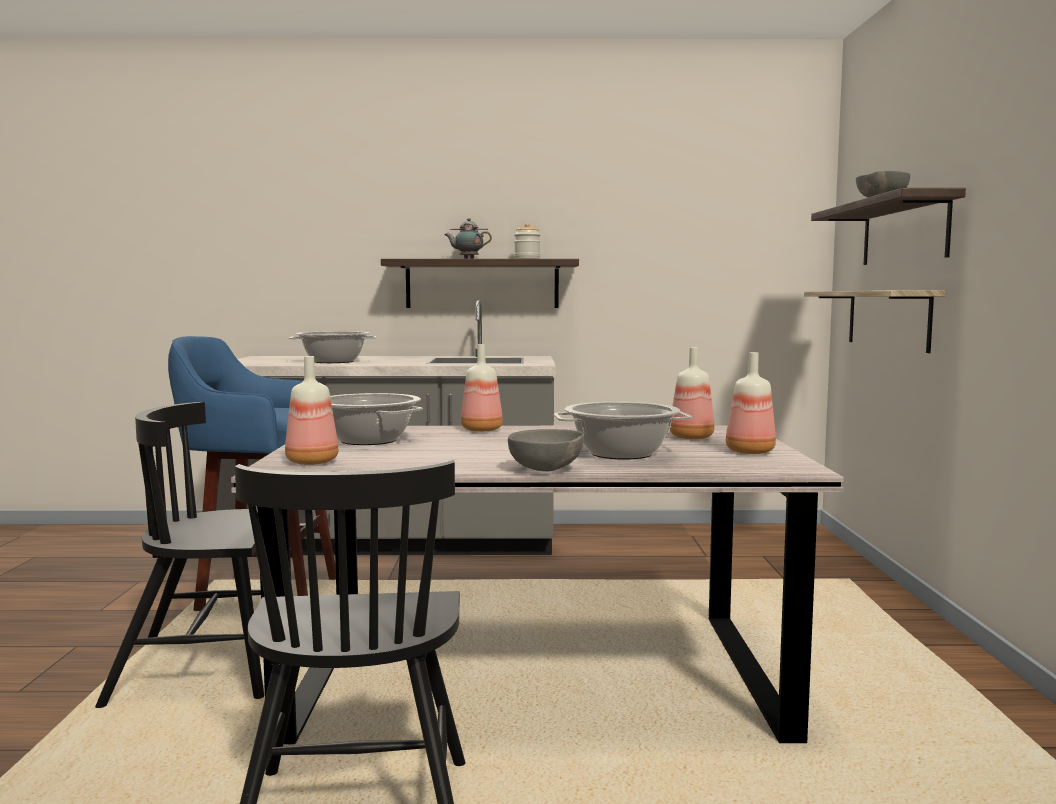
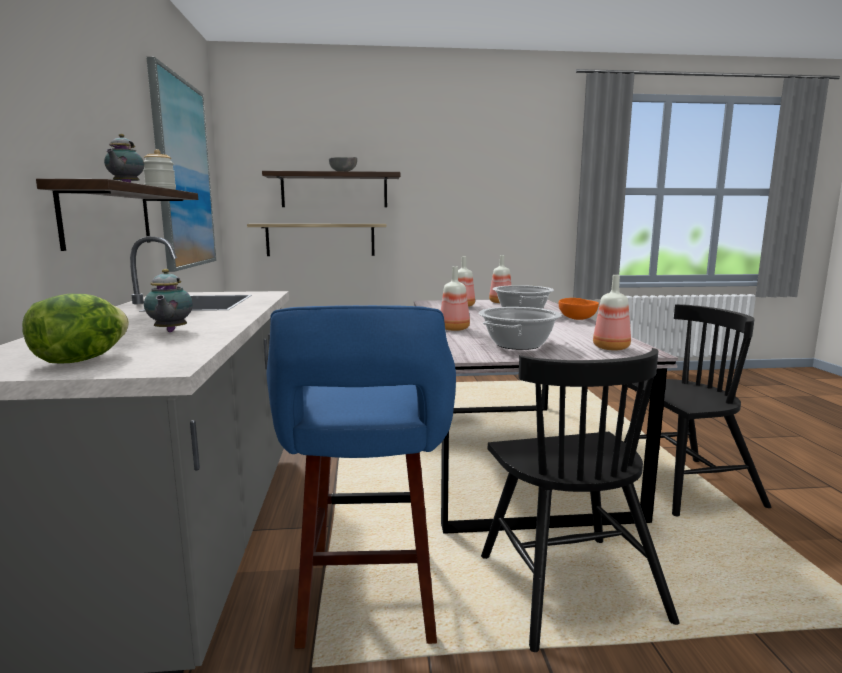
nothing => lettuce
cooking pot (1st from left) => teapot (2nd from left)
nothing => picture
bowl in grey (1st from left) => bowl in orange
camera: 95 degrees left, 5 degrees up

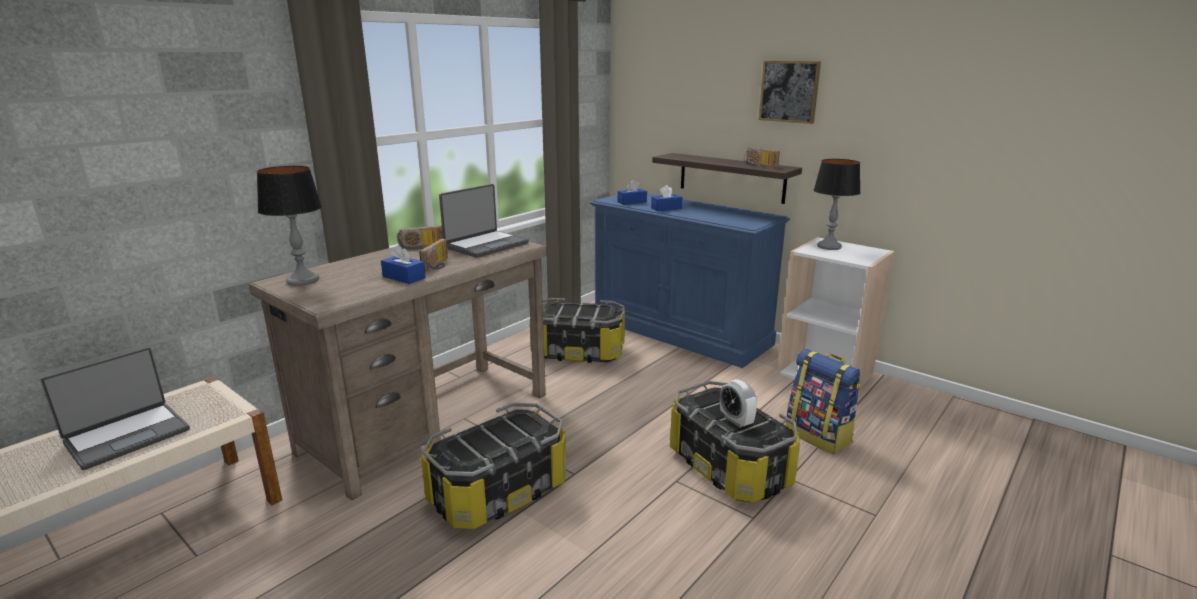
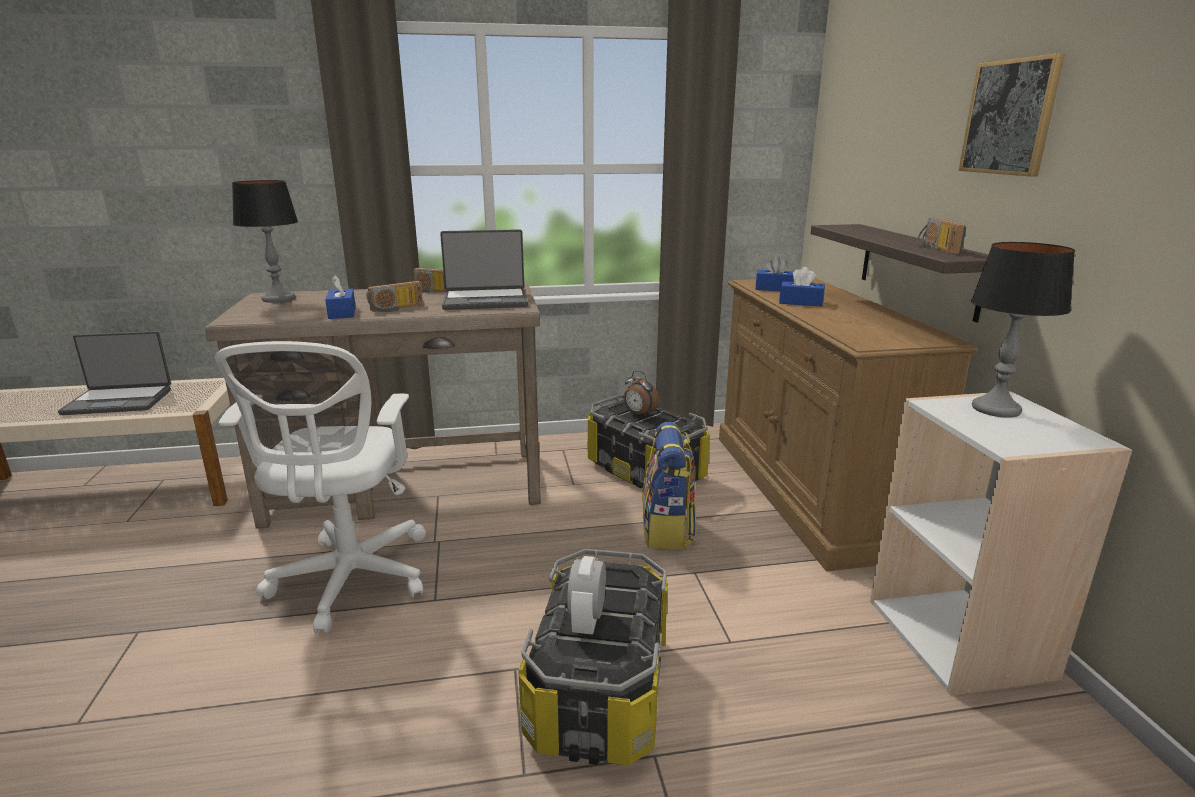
storage box (1st from left) => office chair in white
nothing => alarm clock (2nd from left)
backpack, moved
cabinet in blue => cabinet in brown
camera: 40 degrees right, 0 degrees up

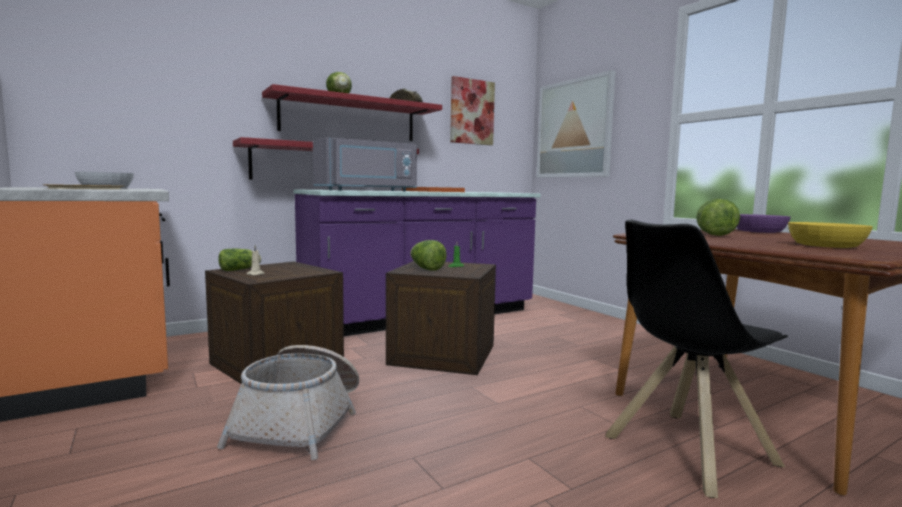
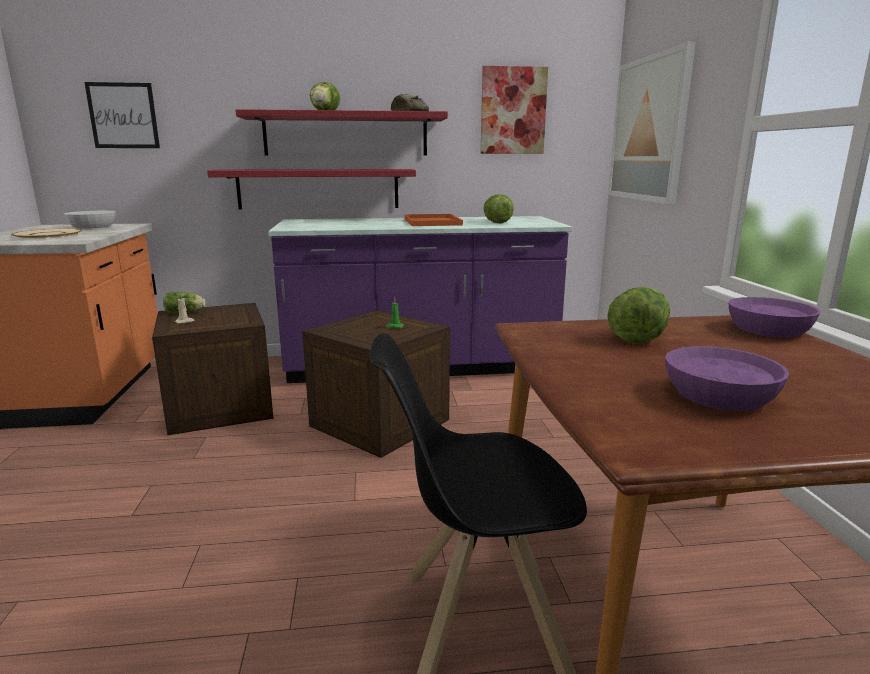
nothing => picture (1st from left)
lettuce (3rd from left), moved
bowl in yellow => bowl in purple (1st from left)
basket => nothing
microwave in grey => nothing
camera: 25 degrees right, 10 degrees up

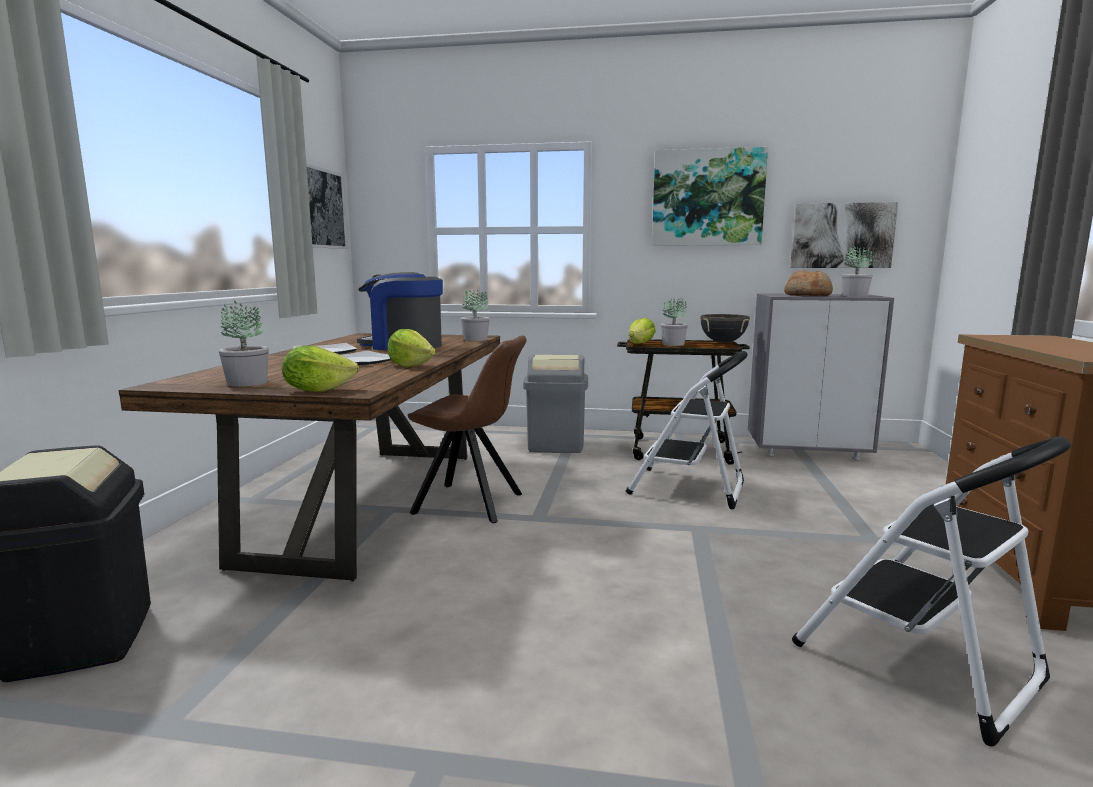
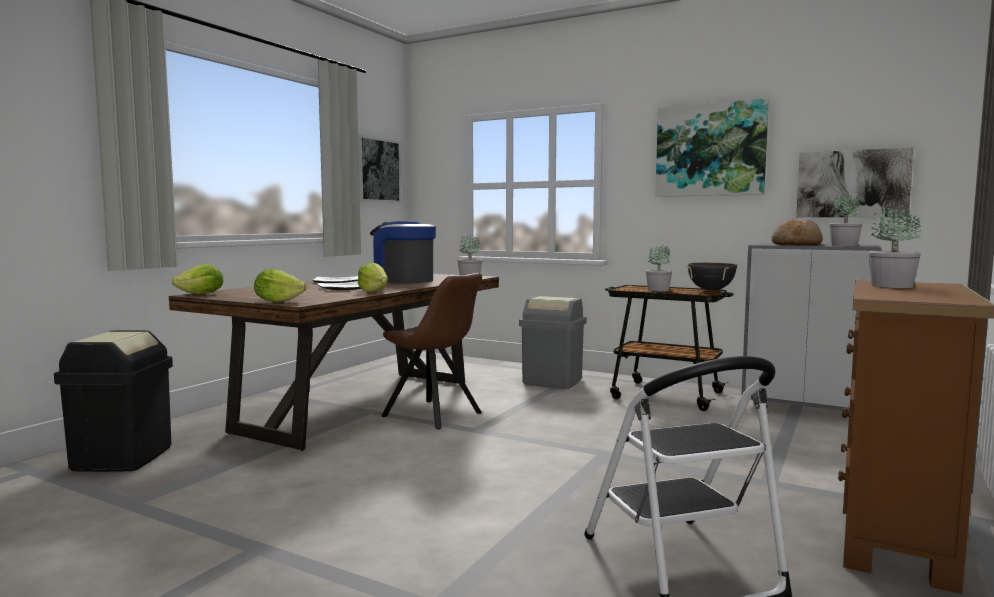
lettuce (3rd from left in the first image) => lettuce (1st from left), moved
potted plant (1st from left in the first image) => potted plant (4th from left), moved
step ladder (1st from left) => nothing
camera: 20 degrees right, 5 degrees down

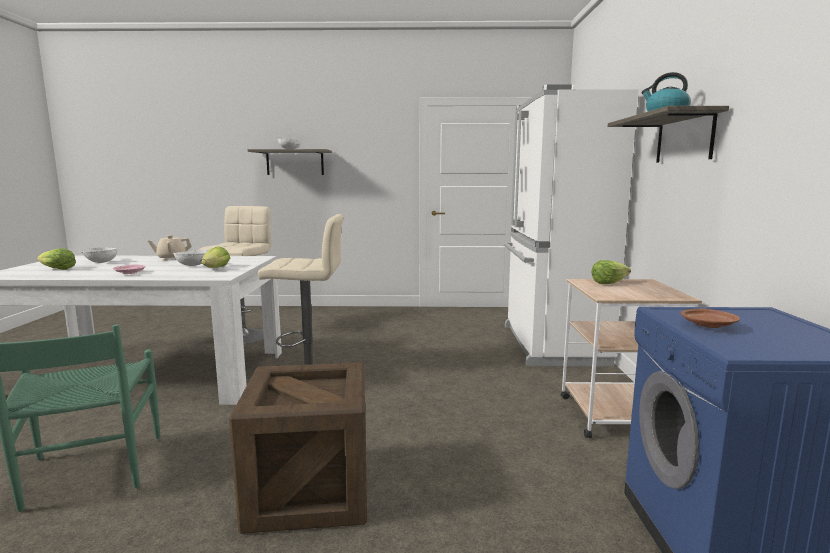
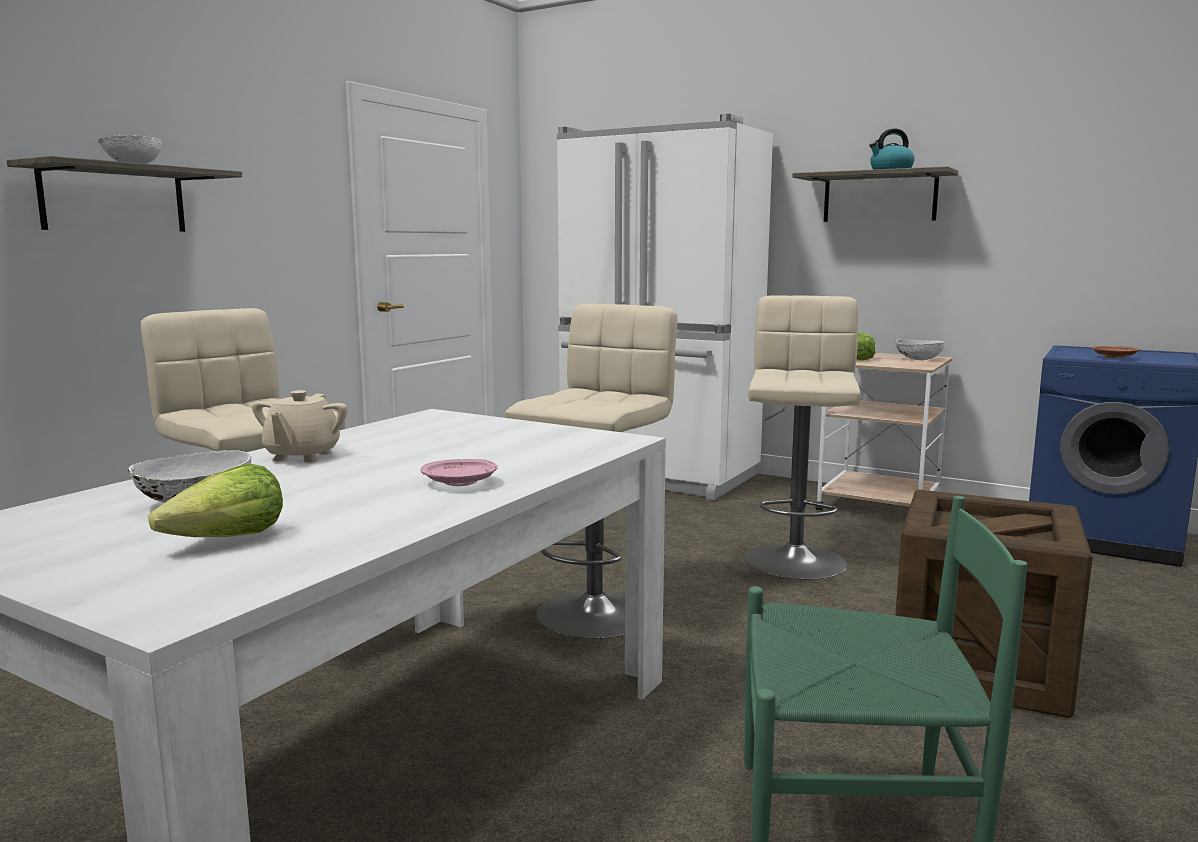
nothing => stool in beige (3rd from left)
bowl in white (2nd from left in the first image) => bowl in white (3rd from left), moved
lettuce (2nd from left) => nothing
camera: 60 degrees left, 0 degrees up

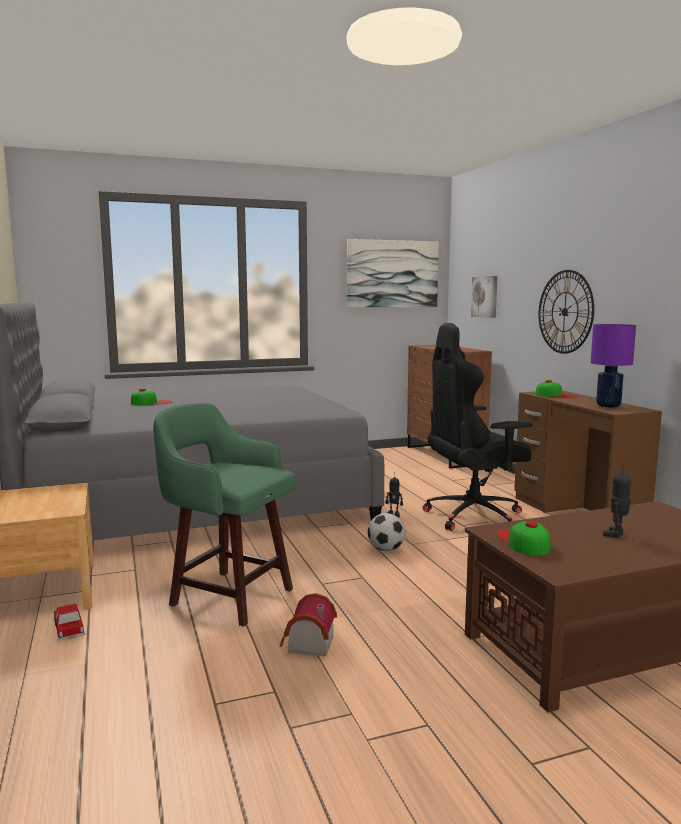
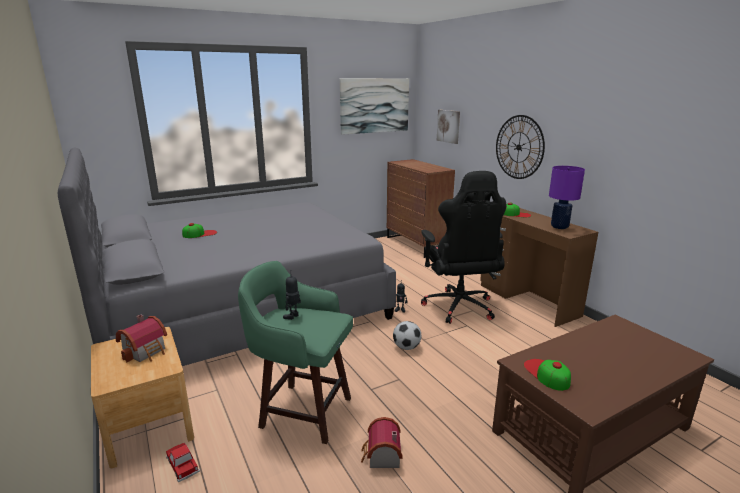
nothing => toy house (1st from left)
toy robot (2nd from left in the first image) => toy robot (1st from left), moved
office chair in black, 75 degrees counterclockwise
camera: 10 degrees left, 10 degrees up

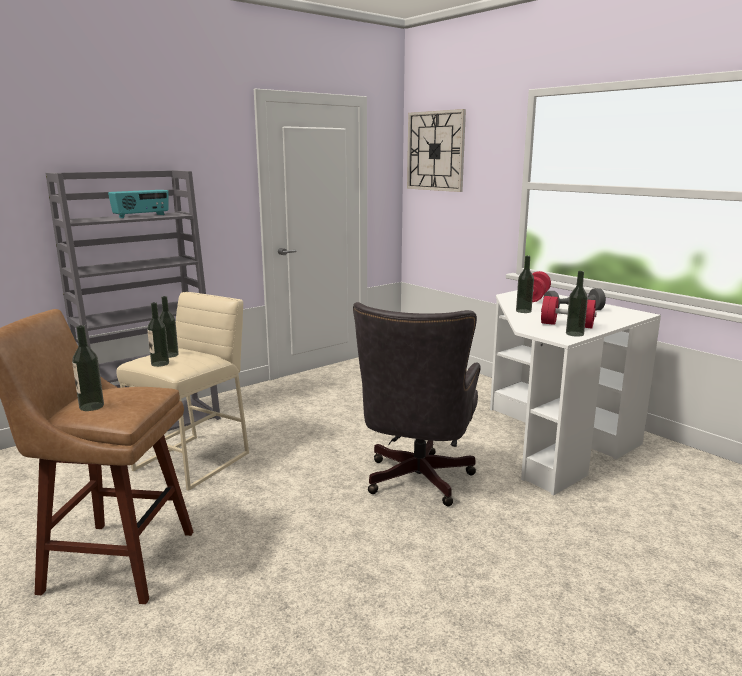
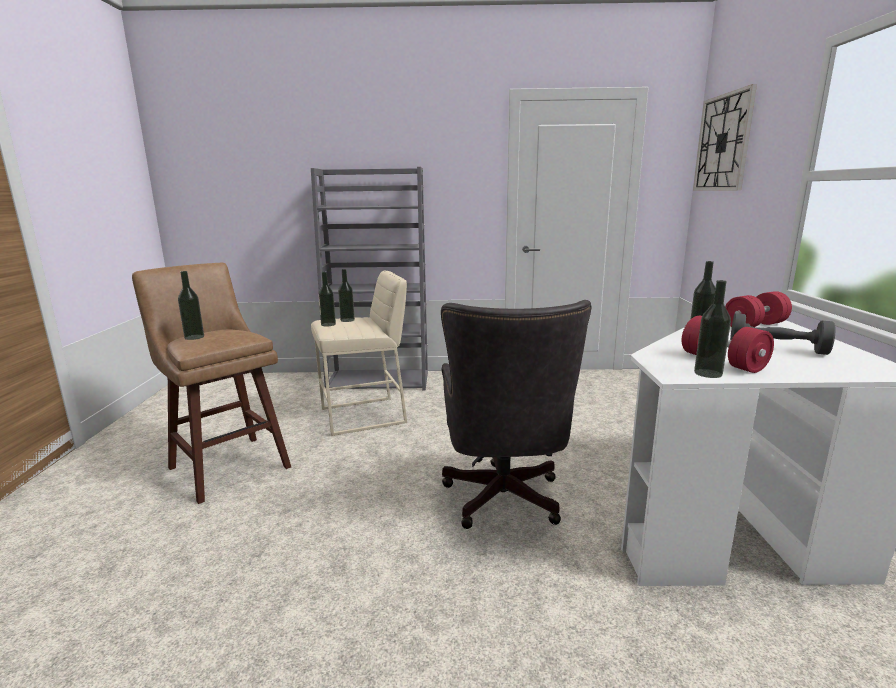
office chair in grey, 60 degrees counterclockwise
radio => nothing
camera: 40 degrees right, 0 degrees up

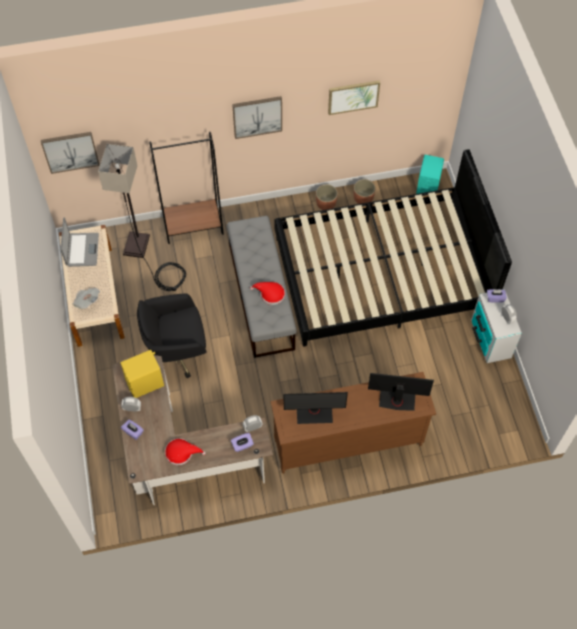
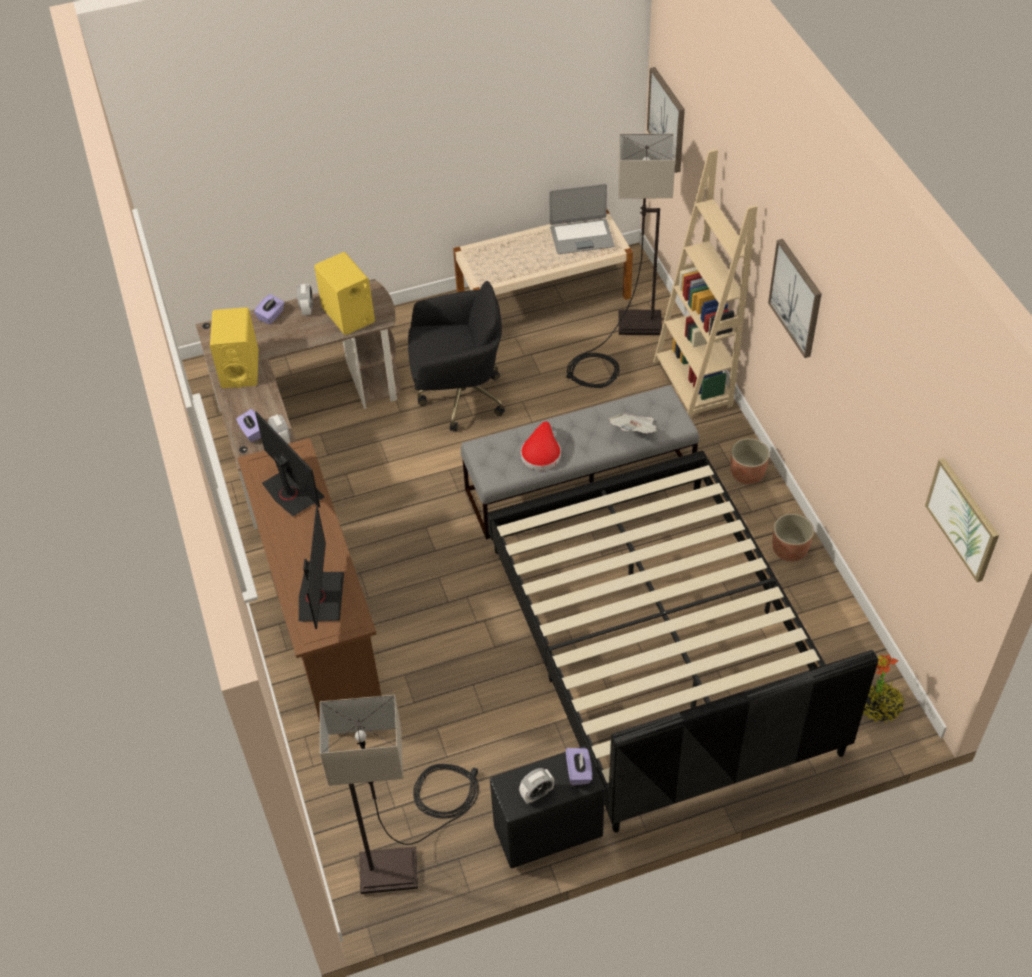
hat in red (1st from left) => speaker in yellow (1st from left)
monitor (1st from left), 150 degrees clockwise
nothing => floor lamp (1st from left)
office chair in black, 105 degrees clockwise
nightstand in white => nightstand in black
newspaper, moved
clothes rack => bookcase in beige
planter (2nd from left in the first image) => planter (1st from left), moved
speaker in turquoise => potted plant
picture (3rd from left), moved
camera: 85 degrees right, 10 degrees down

